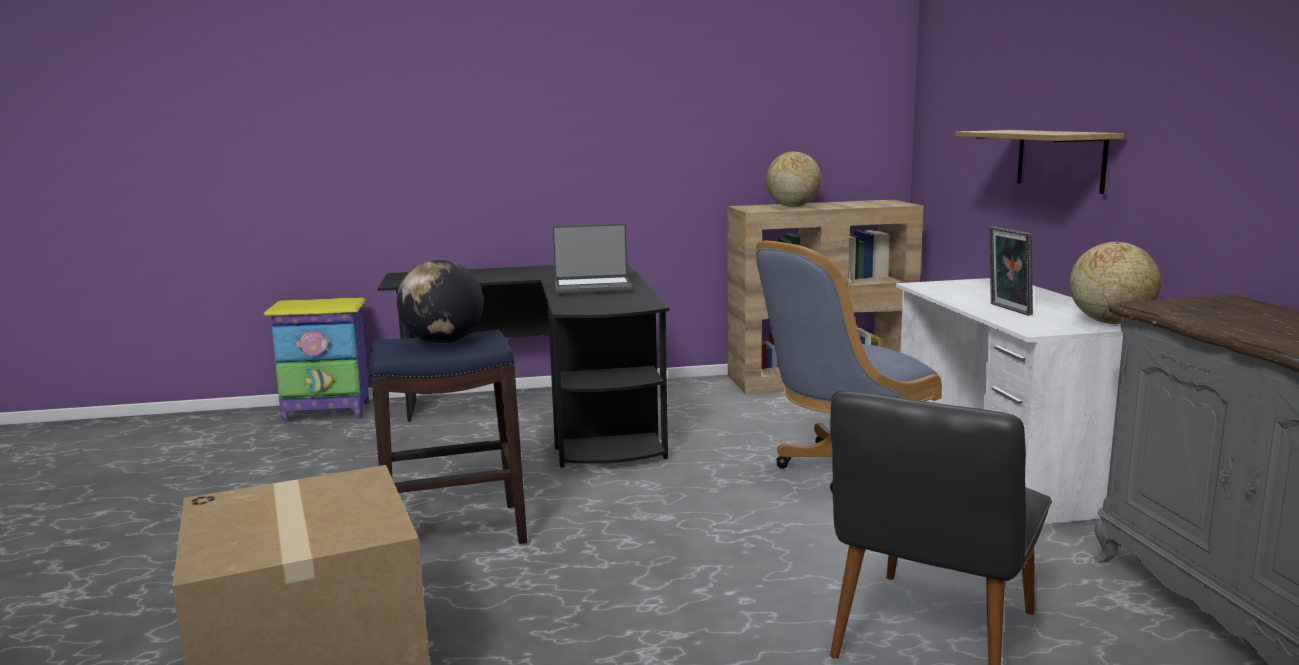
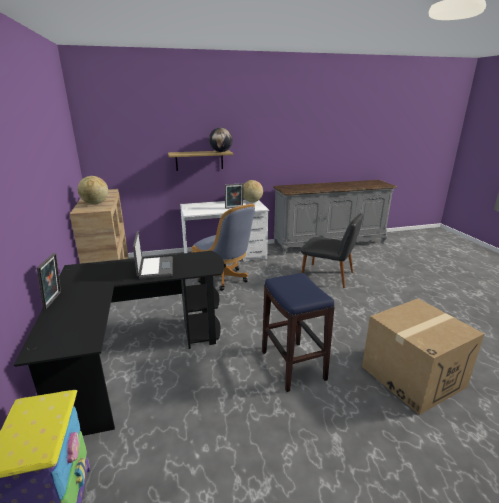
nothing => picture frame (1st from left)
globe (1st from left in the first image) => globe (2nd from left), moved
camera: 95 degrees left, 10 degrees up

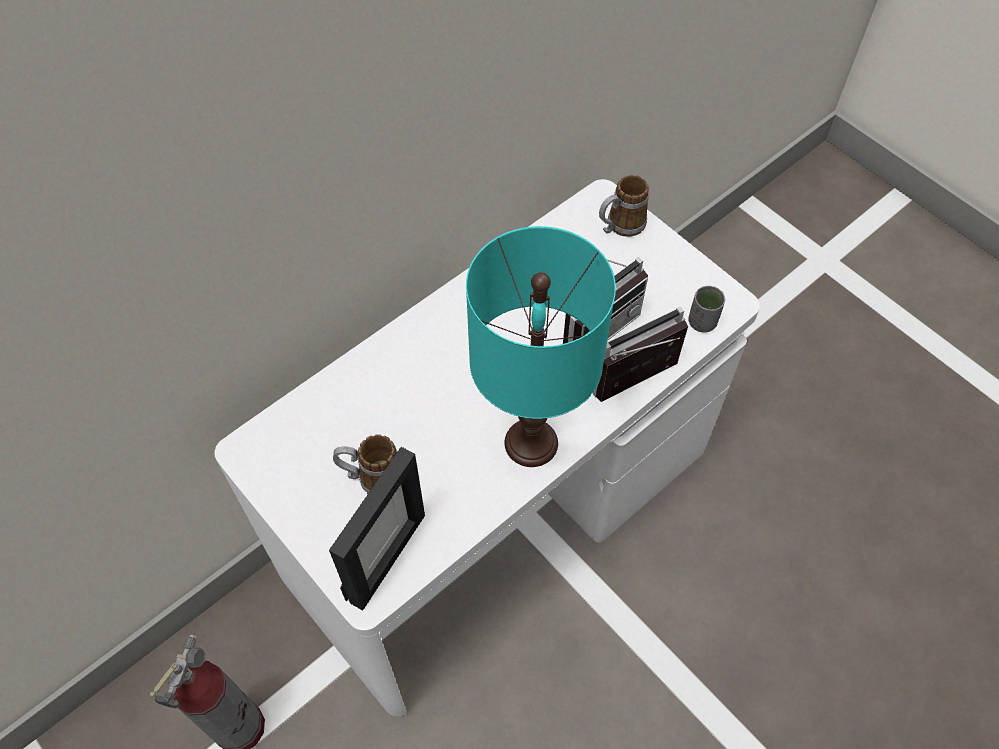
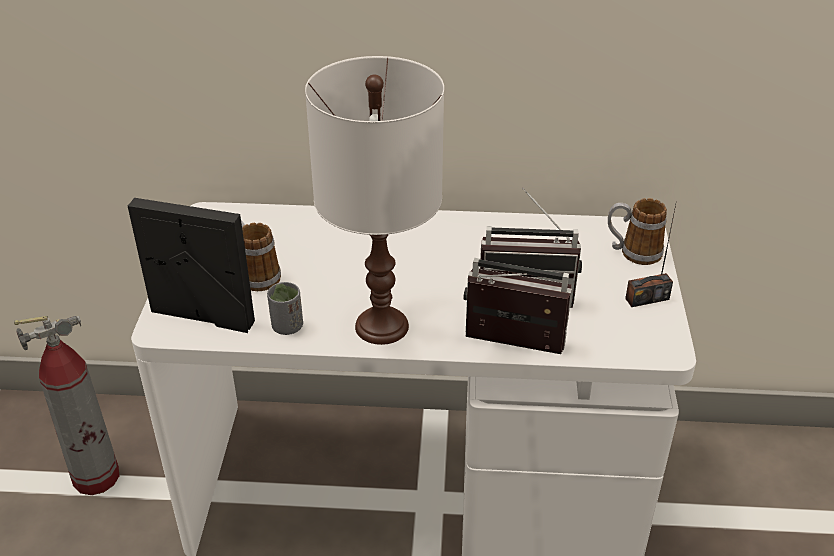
picture frame, 150 degrees counterclockwise
cup in grey, moved
table lamp in turquoise => table lamp in white
nothing => radio (3rd from left)
camera: 45 degrees right, 20 degrees down

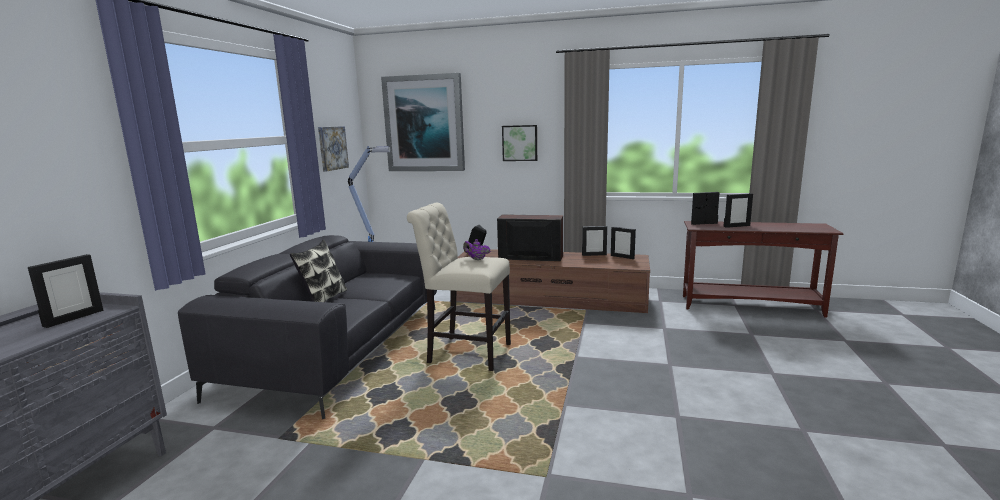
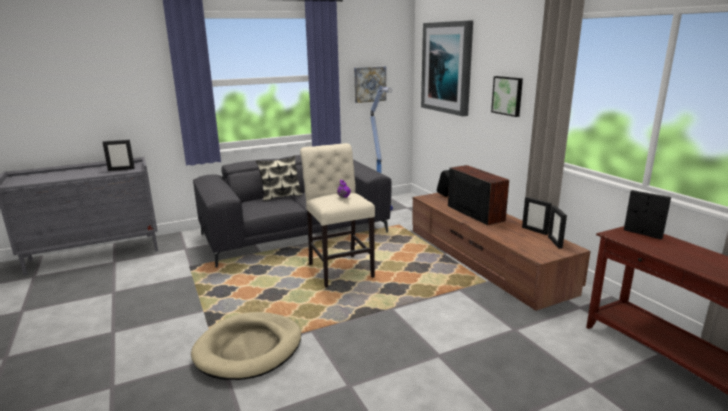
nothing => dog bed in beige
picture frame (5th from left) => nothing
camera: 50 degrees right, 5 degrees up

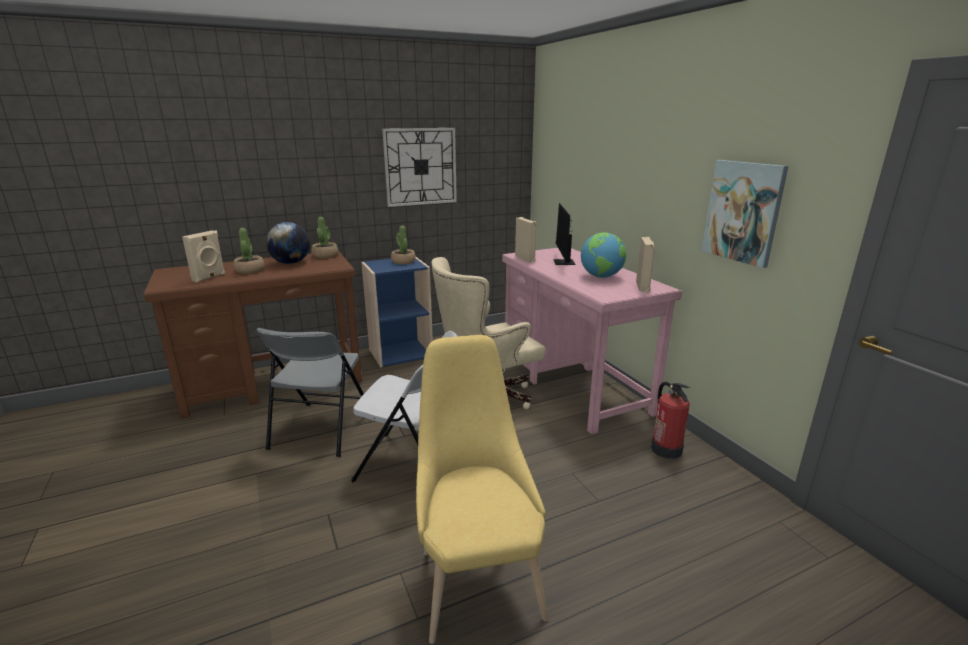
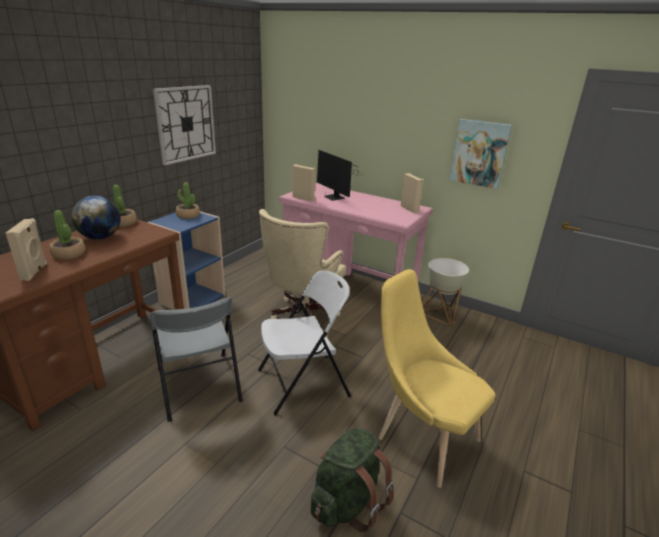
nothing => backpack in green
fire extinguisher => planter
globe (2nd from left) => nothing
camera: 35 degrees left, 5 degrees up

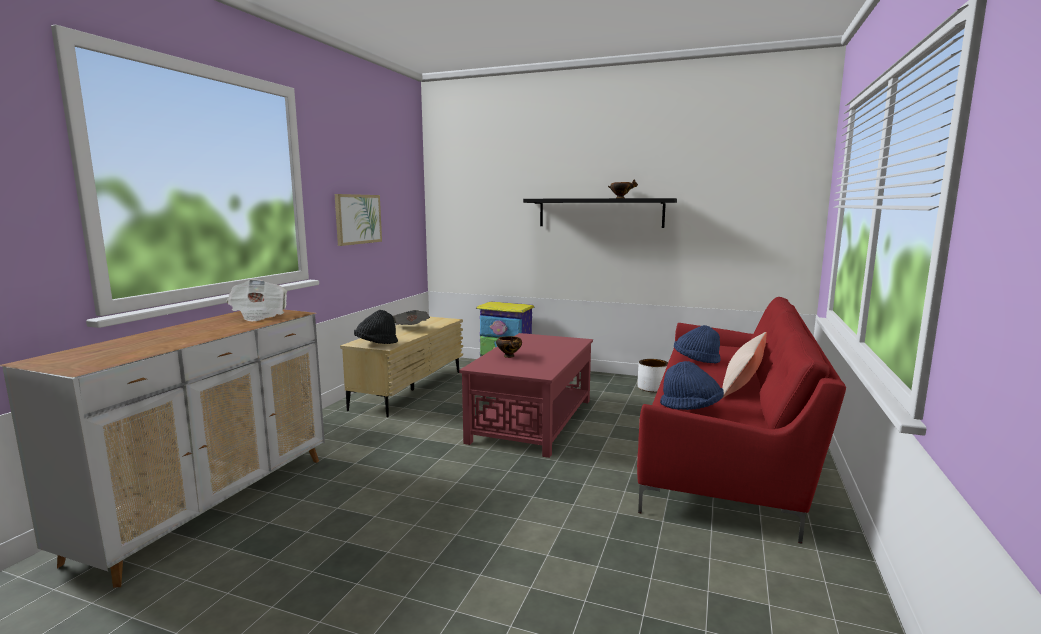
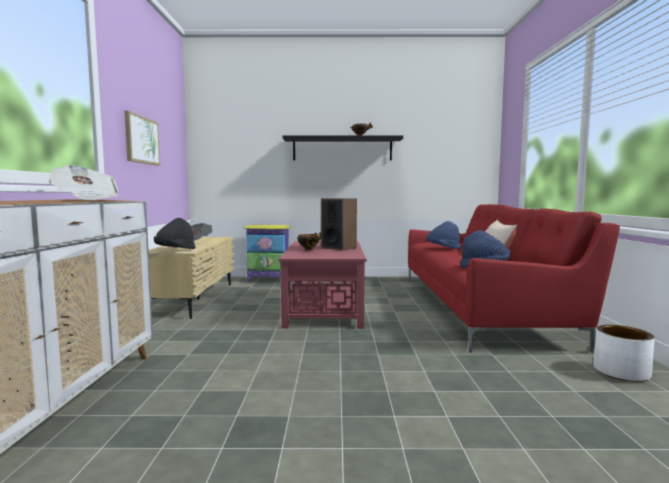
nothing => speaker
planter in white, moved
camera: 20 degrees left, 5 degrees down

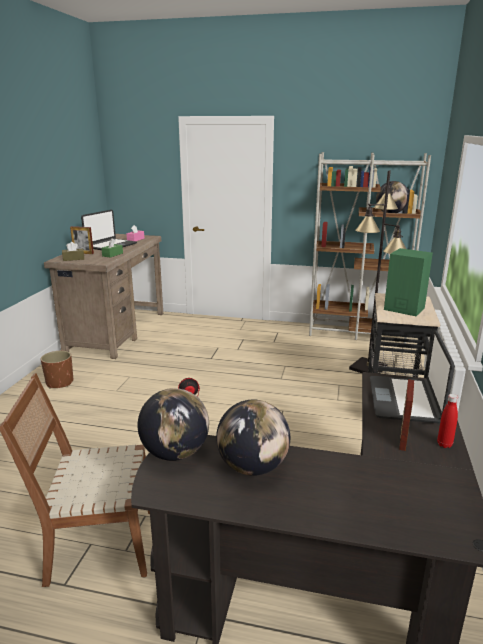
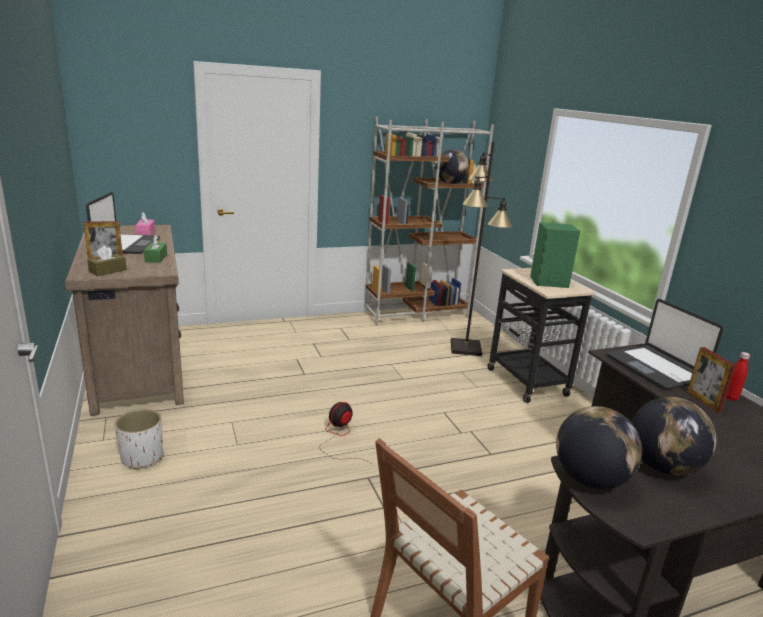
planter in brown => planter in white
camera: 35 degrees left, 0 degrees up

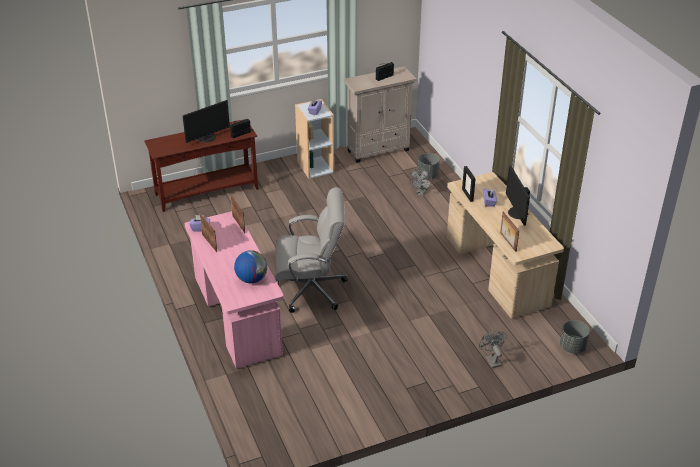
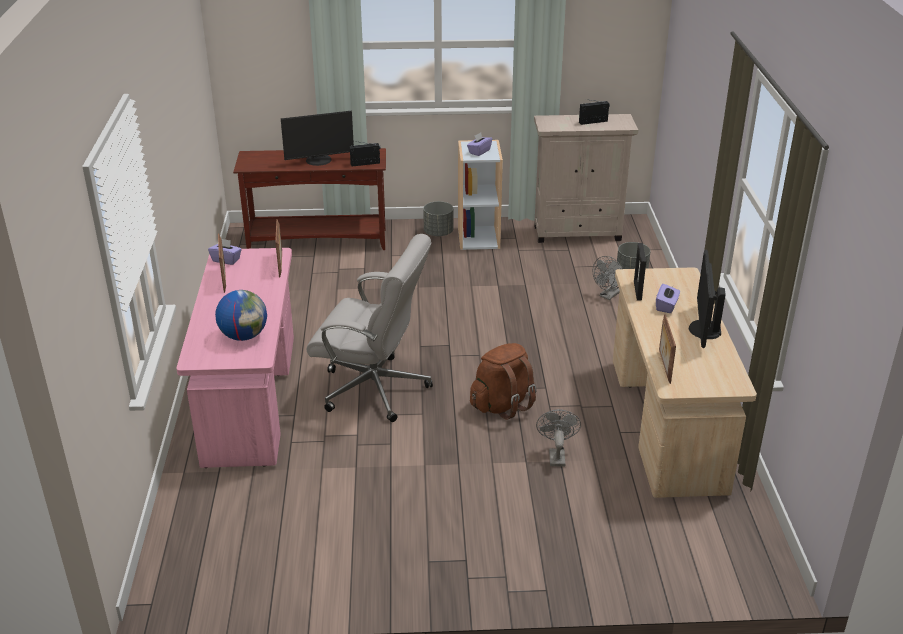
planter in grey (2nd from left in the first image) => planter in grey (1st from left), moved
nothing => backpack in brown
fan in grey (2nd from left in the first image) => fan in grey (1st from left), moved
camera: 20 degrees right, 5 degrees down

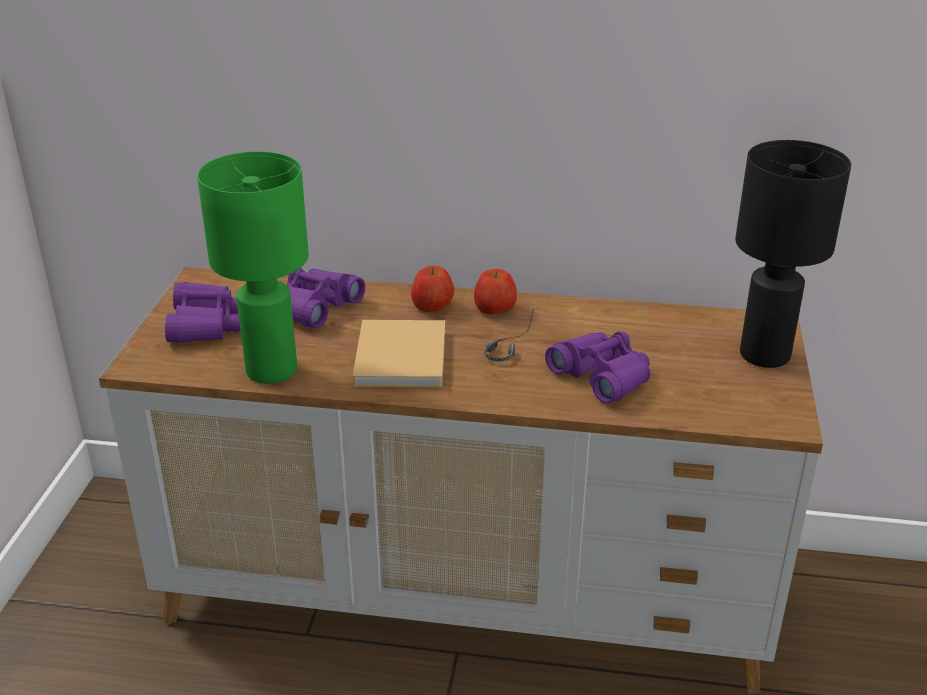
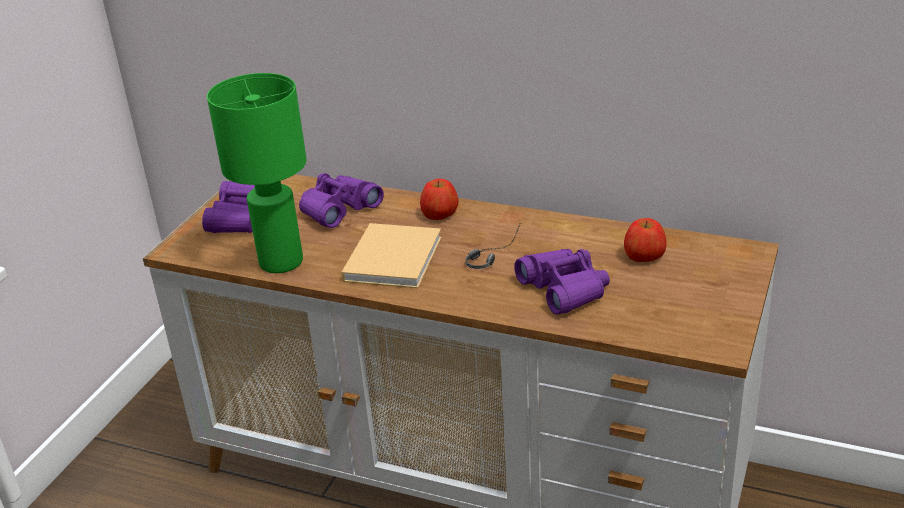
apple (2nd from left), moved
table lamp in black => nothing
camera: 15 degrees right, 0 degrees up

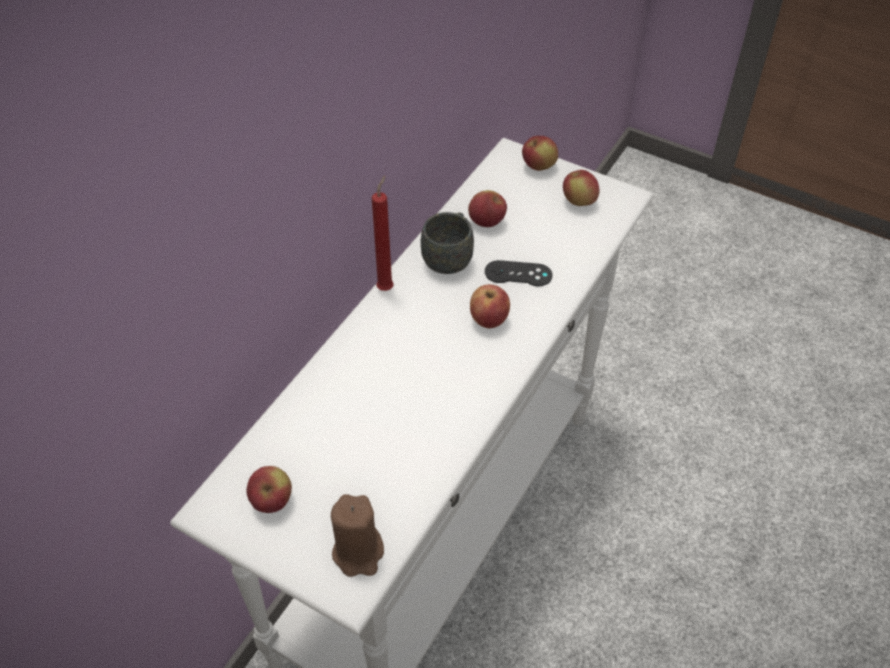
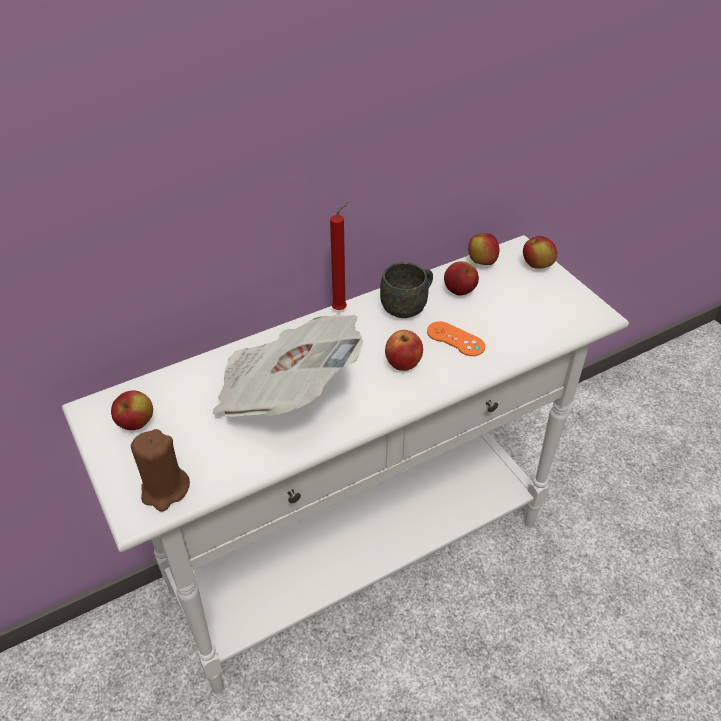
nothing => newspaper
game controller in black => game controller in orange
apple (5th from left in the first image) => apple (4th from left), moved
camera: 30 degrees right, 5 degrees down

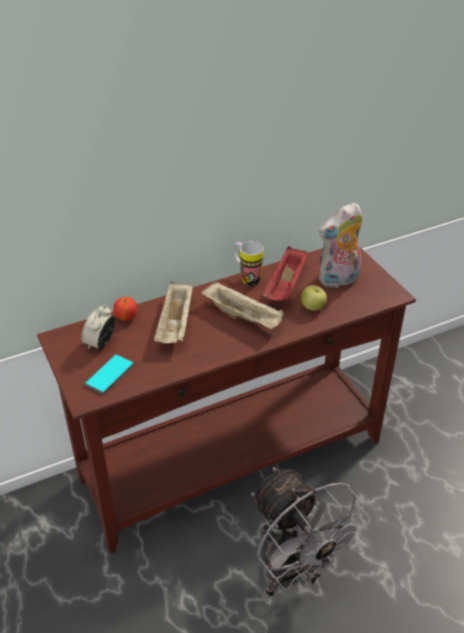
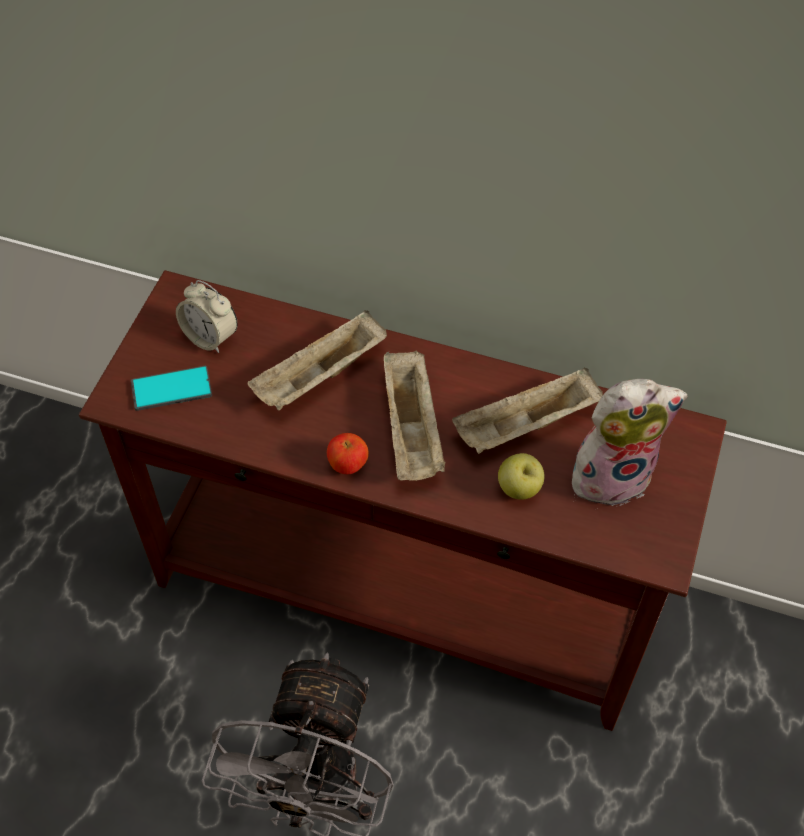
alarm clock, 120 degrees counterclockwise
apple (1st from left), moved
tray in red => tray in beige (3rd from left)
plush toy, 150 degrees clockwise
mug => nothing
camera: 45 degrees right, 15 degrees up

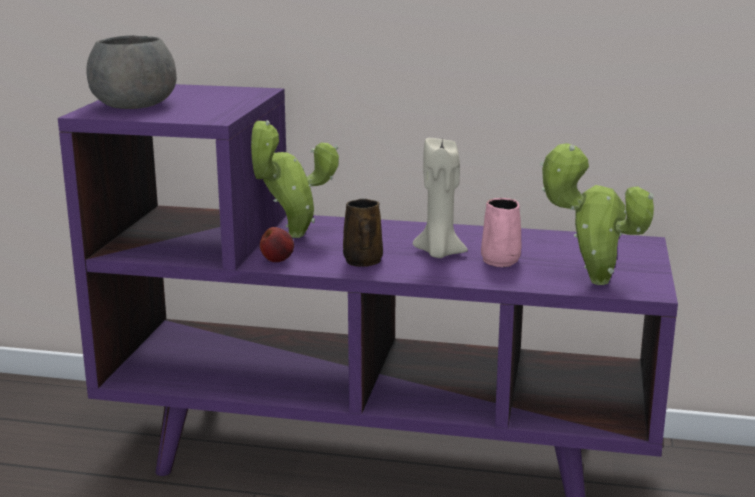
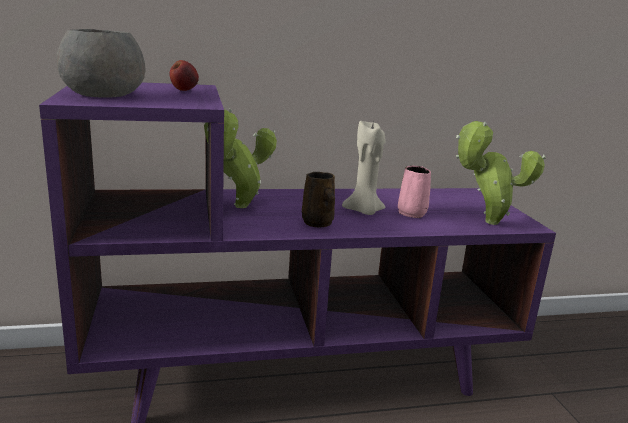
apple, moved
camera: 25 degrees left, 0 degrees up

